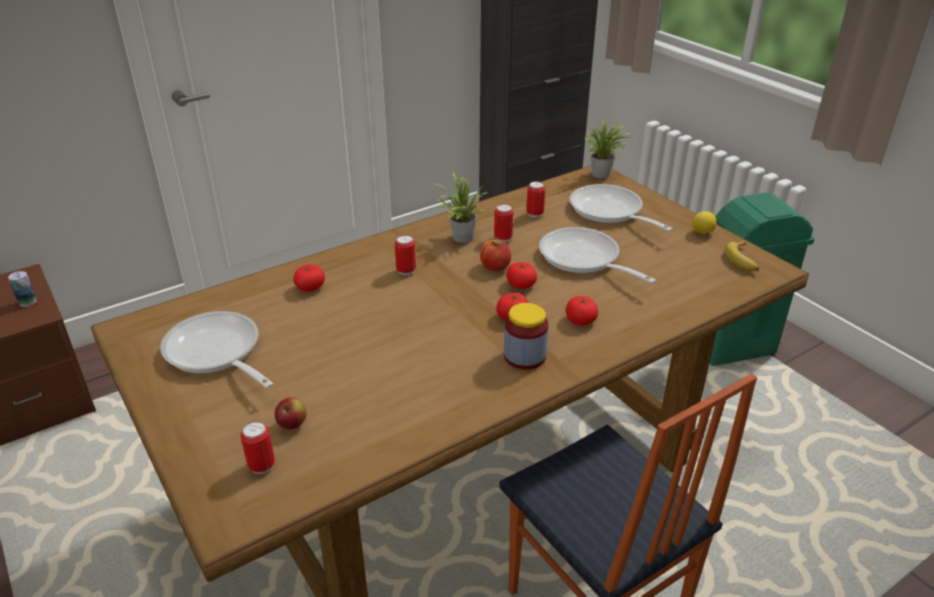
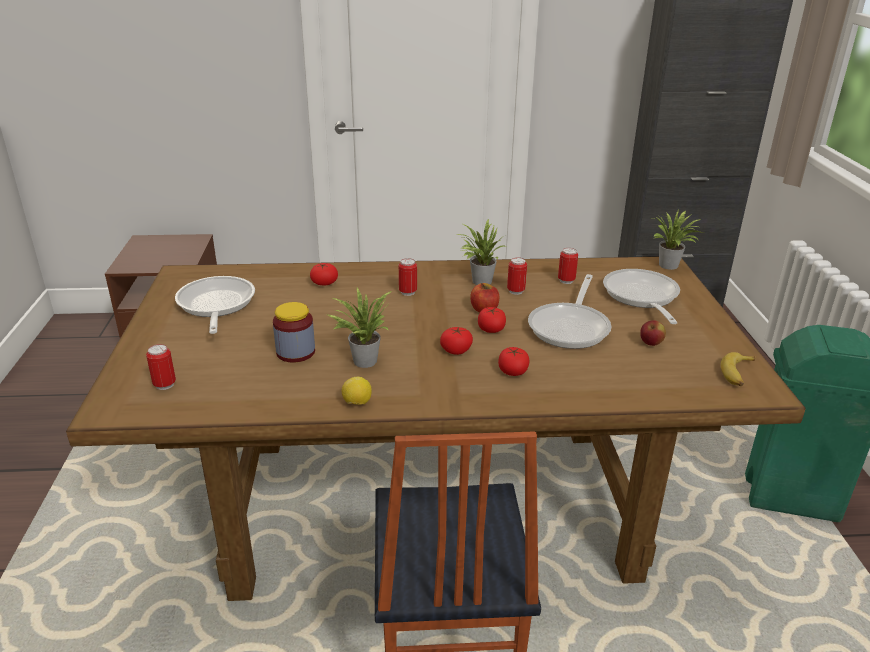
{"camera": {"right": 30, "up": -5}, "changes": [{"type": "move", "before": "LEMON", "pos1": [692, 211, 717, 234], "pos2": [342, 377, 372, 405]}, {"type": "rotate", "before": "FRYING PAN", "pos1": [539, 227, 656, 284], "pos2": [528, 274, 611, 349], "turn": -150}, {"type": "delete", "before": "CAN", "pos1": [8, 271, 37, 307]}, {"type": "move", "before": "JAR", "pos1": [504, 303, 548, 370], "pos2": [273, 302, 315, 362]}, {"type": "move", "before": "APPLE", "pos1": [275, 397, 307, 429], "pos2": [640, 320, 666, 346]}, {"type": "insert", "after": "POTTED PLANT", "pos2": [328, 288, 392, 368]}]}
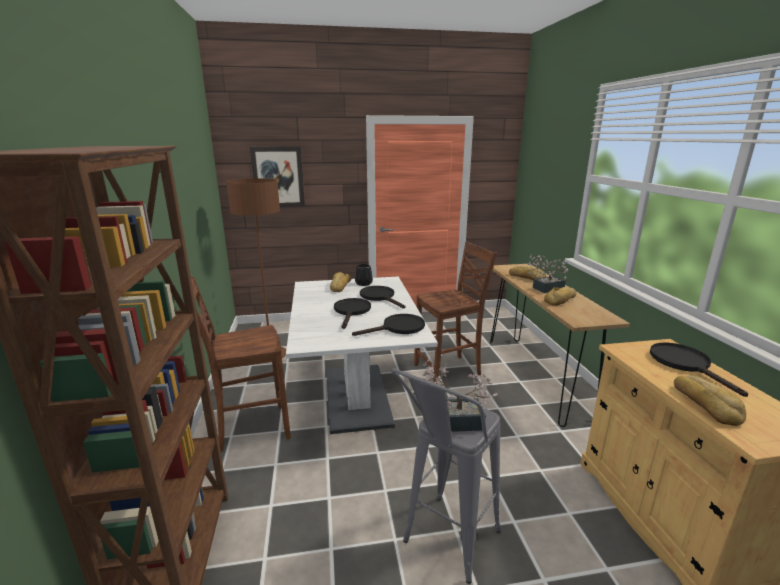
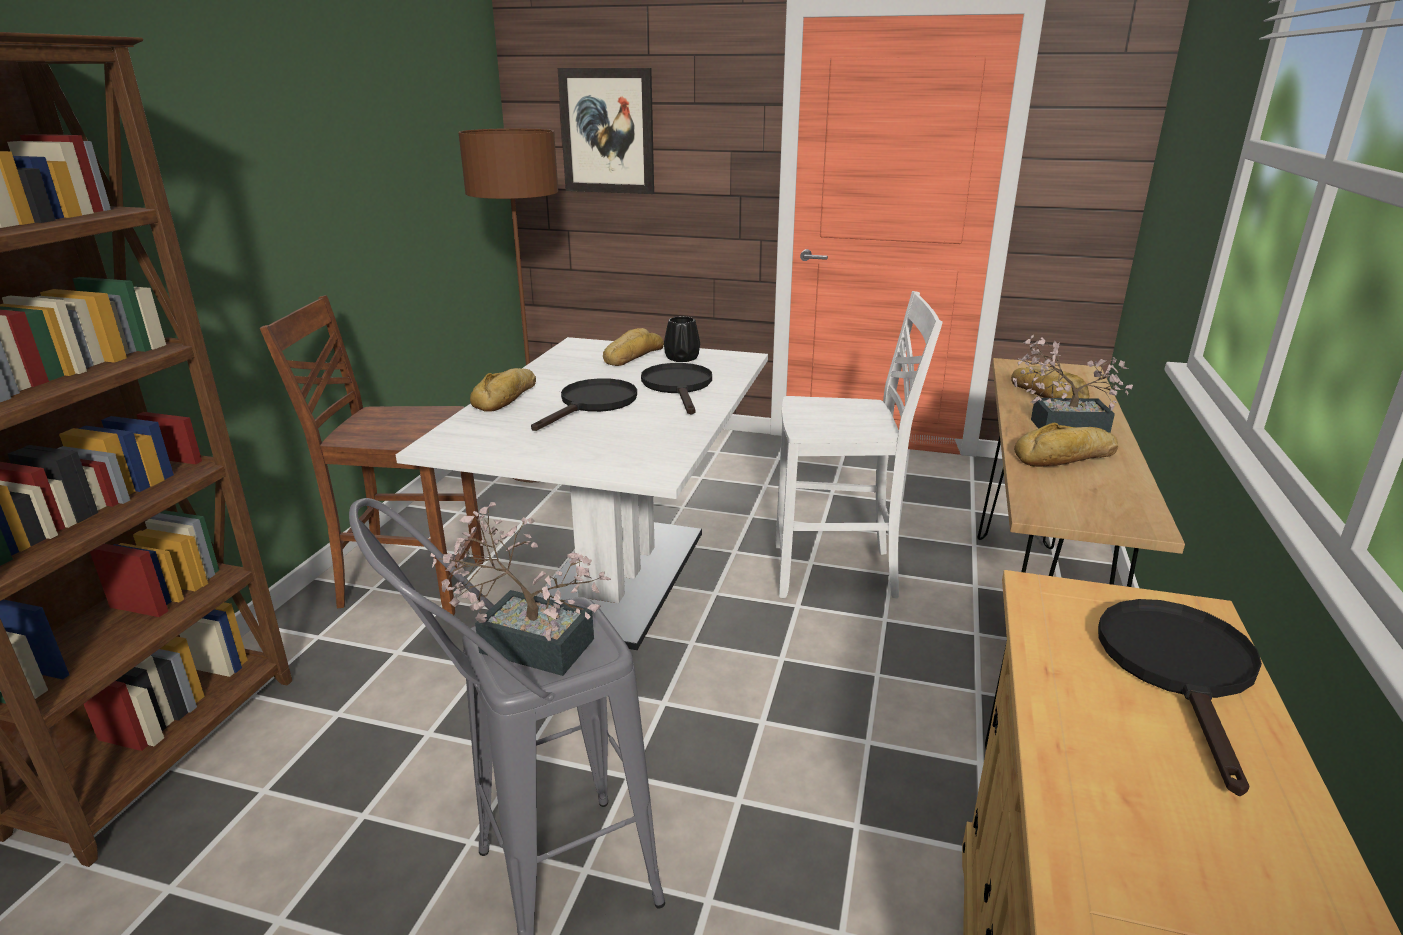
{"camera": {"right": 25, "up": 5}, "changes": [{"type": "recolor", "before": "BROWN CHAIR", "after": "WHITE CHAIR", "pos1": [414, 241, 497, 384], "pos2": [776, 291, 943, 599]}, {"type": "delete", "before": "BLACK FRYING PAN", "pos1": [352, 314, 425, 336]}, {"type": "move", "before": "BREAD", "pos1": [674, 375, 746, 426], "pos2": [470, 368, 536, 412]}]}
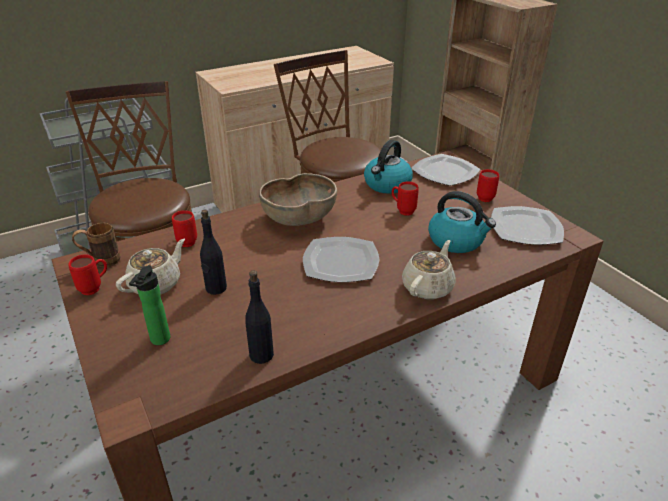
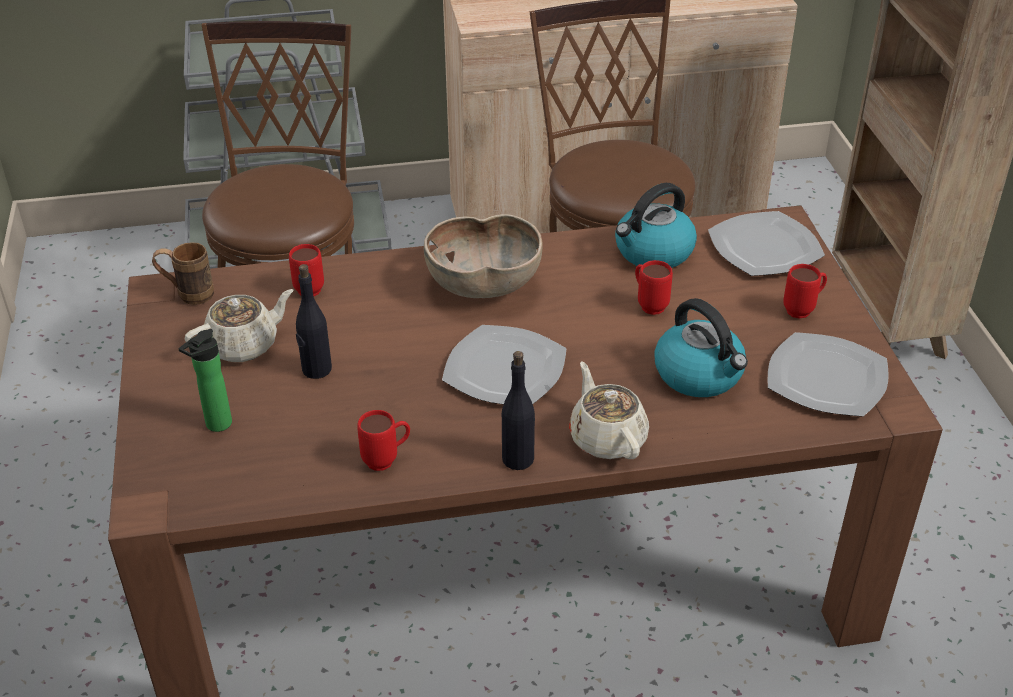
{"camera": {"right": 20, "up": 5}, "changes": [{"type": "rotate", "before": "BEIGE TEAPOT", "pos1": [402, 240, 456, 299], "pos2": [569, 361, 649, 459], "turn": -75}, {"type": "move", "before": "RED MUG", "pos1": [69, 254, 107, 295], "pos2": [357, 410, 410, 471]}, {"type": "move", "before": "BLACK BOTTLE", "pos1": [245, 270, 274, 364], "pos2": [502, 351, 535, 470]}]}
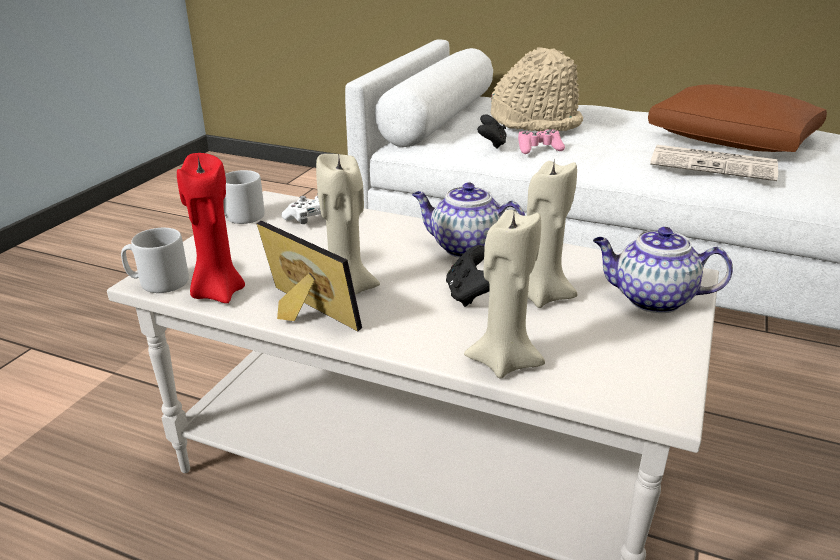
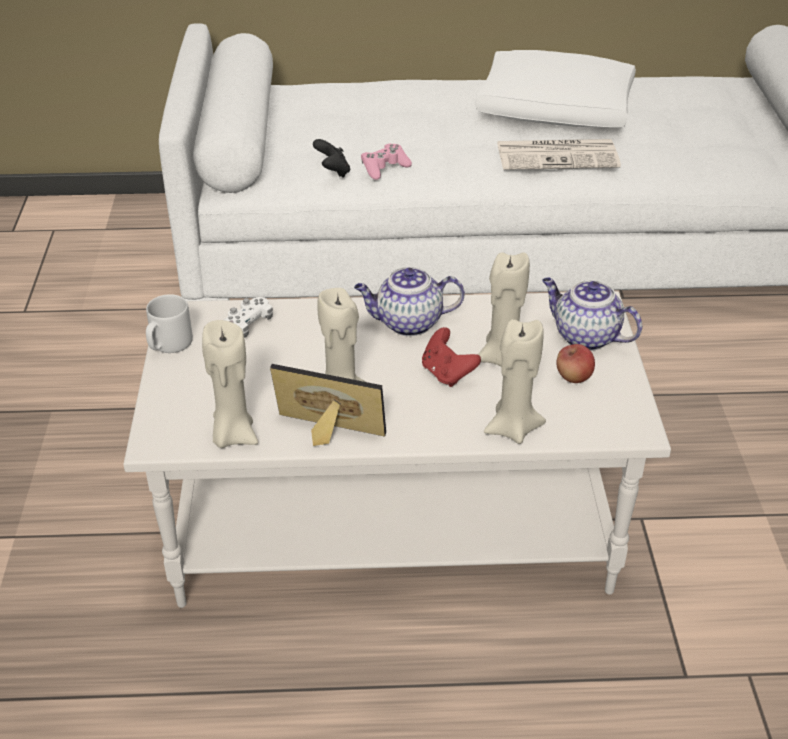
{"camera": {"right": -25, "up": 10}, "changes": [{"type": "delete", "before": "BEIGE HAT", "pos1": [490, 47, 583, 131]}, {"type": "recolor", "before": "BROWN PILLOW", "after": "WHITE PILLOW", "pos1": [648, 84, 827, 152], "pos2": [476, 50, 636, 127]}, {"type": "recolor", "before": "RED CANDLE", "after": "BEIGE CANDLE", "pos1": [177, 153, 245, 303], "pos2": [202, 320, 258, 448]}, {"type": "rotate", "before": "TEAPOT", "pos1": [593, 227, 733, 313], "pos2": [542, 277, 642, 351], "turn": 45}, {"type": "delete", "before": "GREY MUG", "pos1": [121, 228, 189, 293]}, {"type": "recolor", "before": "BLACK GAME CONTROLLER", "after": "RED GAME CONTROLLER", "pos1": [446, 245, 490, 307], "pos2": [422, 327, 481, 387]}, {"type": "insert", "after": "APPLE", "pos2": [556, 344, 595, 383]}]}
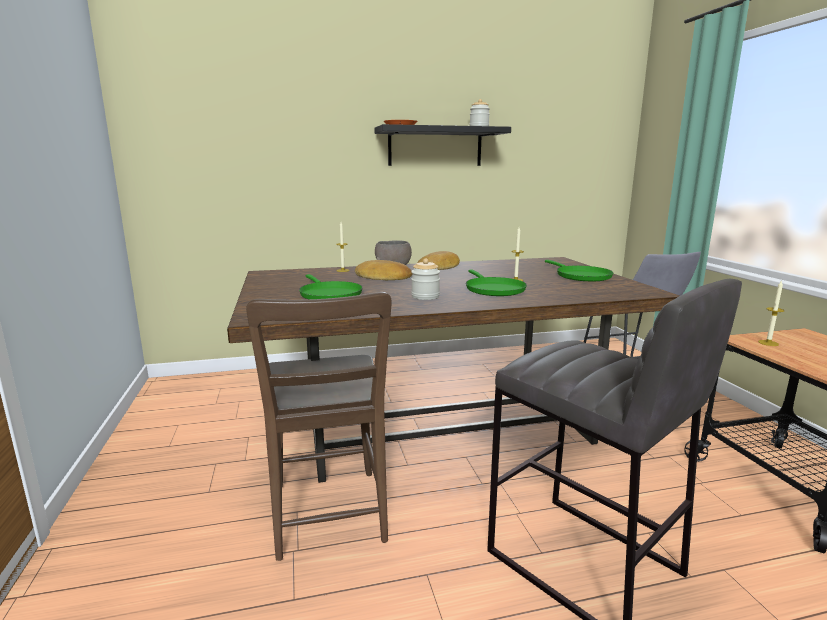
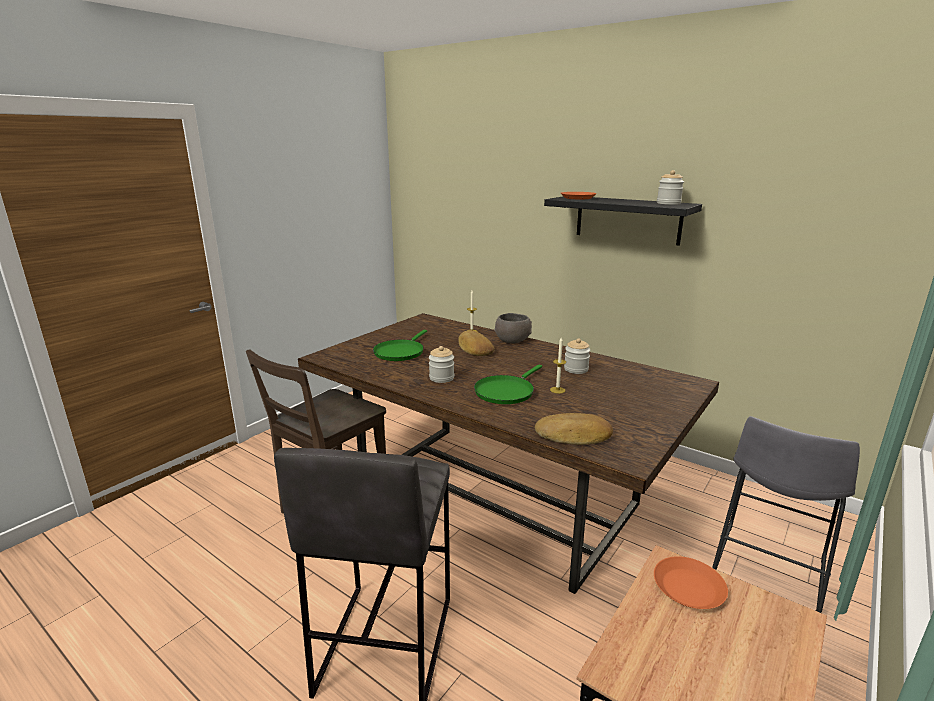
{"camera": {"right": 50, "up": 5}, "changes": [{"type": "move", "before": "BREAD", "pos1": [417, 251, 460, 270], "pos2": [535, 413, 613, 445]}, {"type": "delete", "before": "GREEN FRYING PAN", "pos1": [545, 260, 613, 281]}, {"type": "replace", "before": "CANDLE", "after": "ORANGE PLATE", "pos1": [758, 280, 784, 346], "pos2": [654, 556, 728, 609]}, {"type": "insert", "after": "JAR", "pos2": [564, 338, 590, 374]}]}
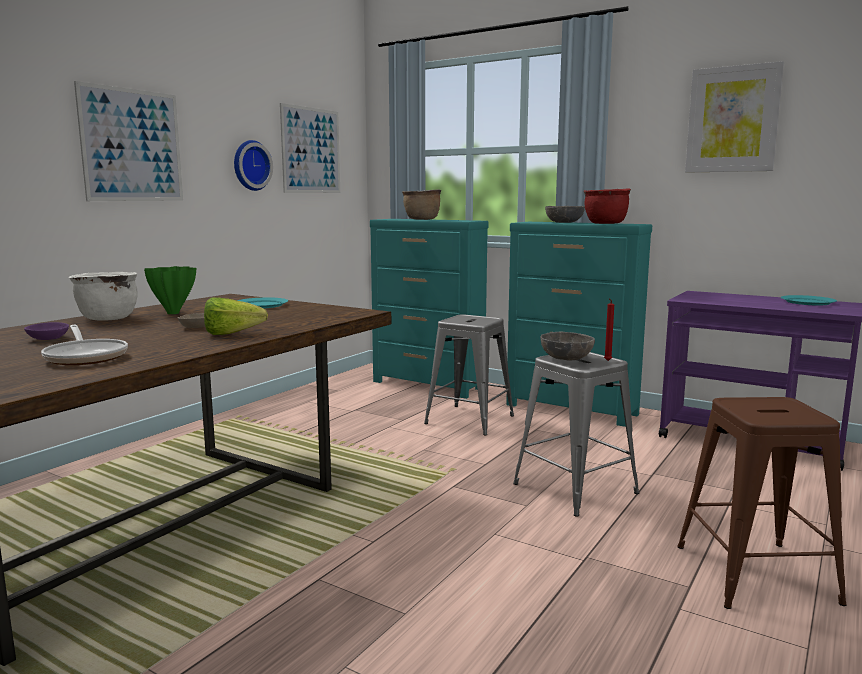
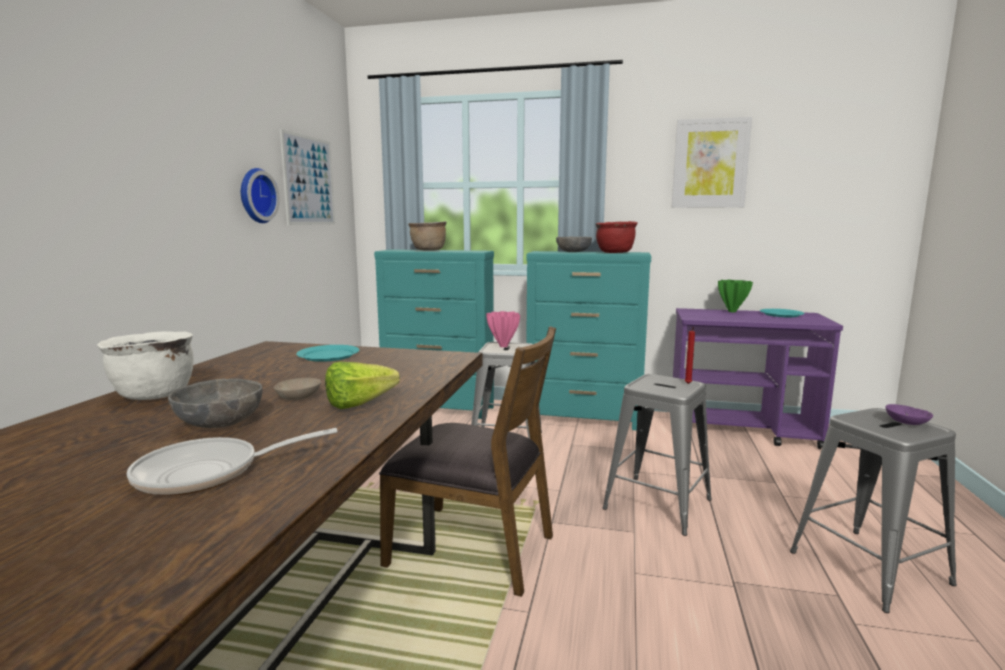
{"camera": {"right": -20, "up": 0}, "changes": [{"type": "delete", "before": "PICTURE", "pos1": [74, 81, 183, 201]}, {"type": "move", "before": "GREEN VASE", "pos1": [144, 266, 196, 314], "pos2": [718, 280, 753, 312]}, {"type": "move", "before": "PURPLE BOWL", "pos1": [24, 322, 69, 340], "pos2": [885, 404, 933, 425]}, {"type": "rotate", "before": "FRYING PAN", "pos1": [41, 325, 128, 365], "pos2": [127, 428, 338, 496], "turn": 120}, {"type": "move", "before": "GREY BOWL", "pos1": [540, 332, 595, 361], "pos2": [168, 379, 263, 428]}, {"type": "recolor", "before": "BROWN STOOL", "after": "GREY STOOL", "pos1": [677, 397, 847, 609], "pos2": [790, 408, 957, 613]}, {"type": "insert", "after": "PINK VASE", "pos2": [486, 311, 520, 347]}, {"type": "insert", "after": "BROWN CHAIR", "pos2": [379, 326, 556, 597]}]}
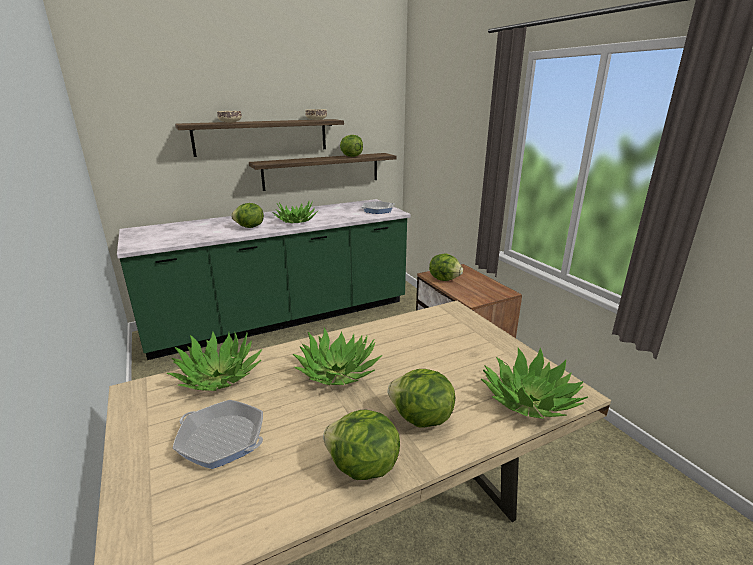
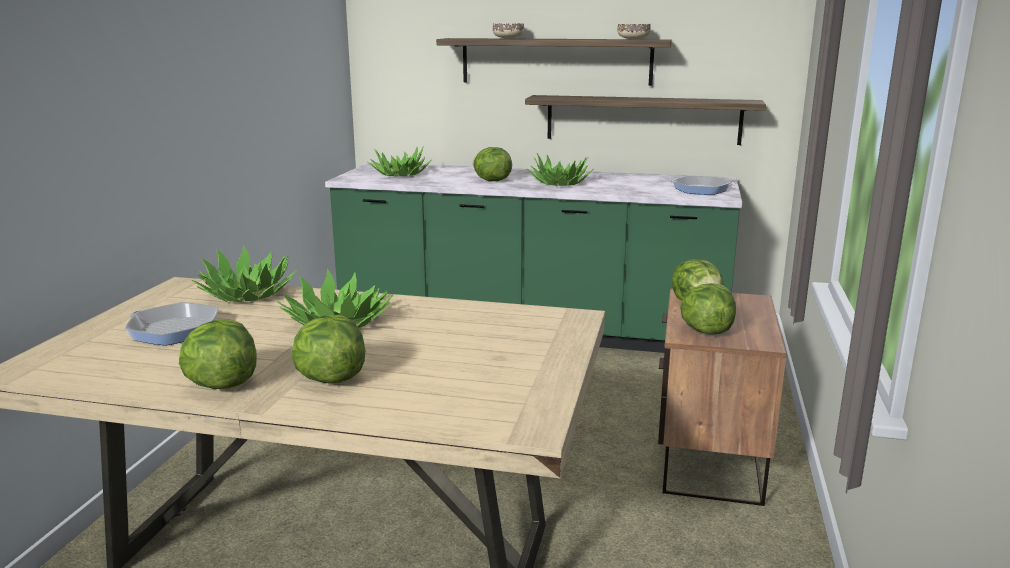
{"camera": {"right": 40, "up": -5}, "changes": [{"type": "move", "before": "LETTUCE", "pos1": [340, 135, 363, 157], "pos2": [680, 283, 736, 335]}, {"type": "move", "before": "POTTED PLANT", "pos1": [481, 348, 588, 419], "pos2": [368, 146, 432, 177]}, {"type": "rotate", "before": "FRYING PAN", "pos1": [173, 400, 263, 469], "pos2": [125, 302, 218, 346], "turn": 135}]}
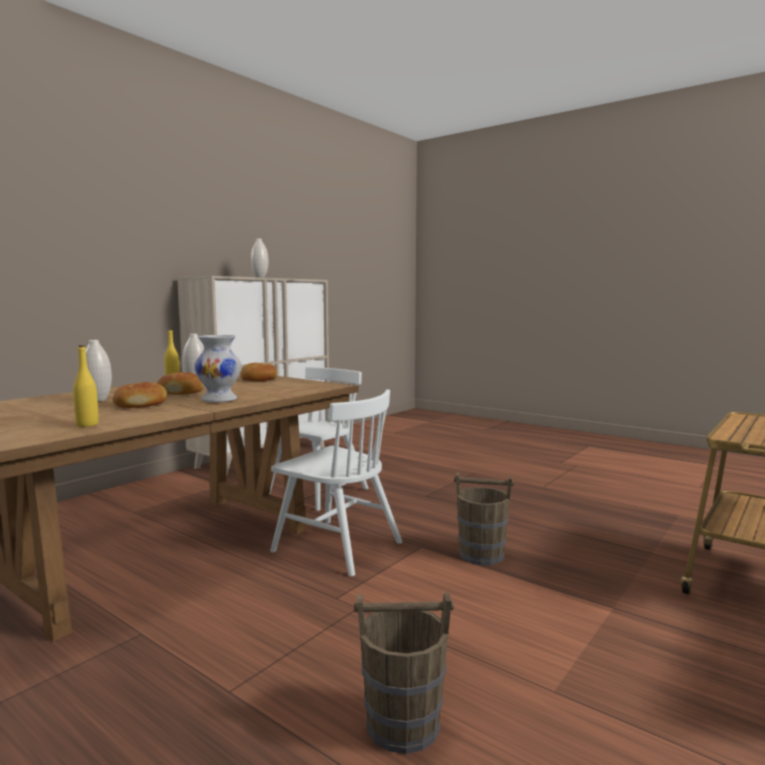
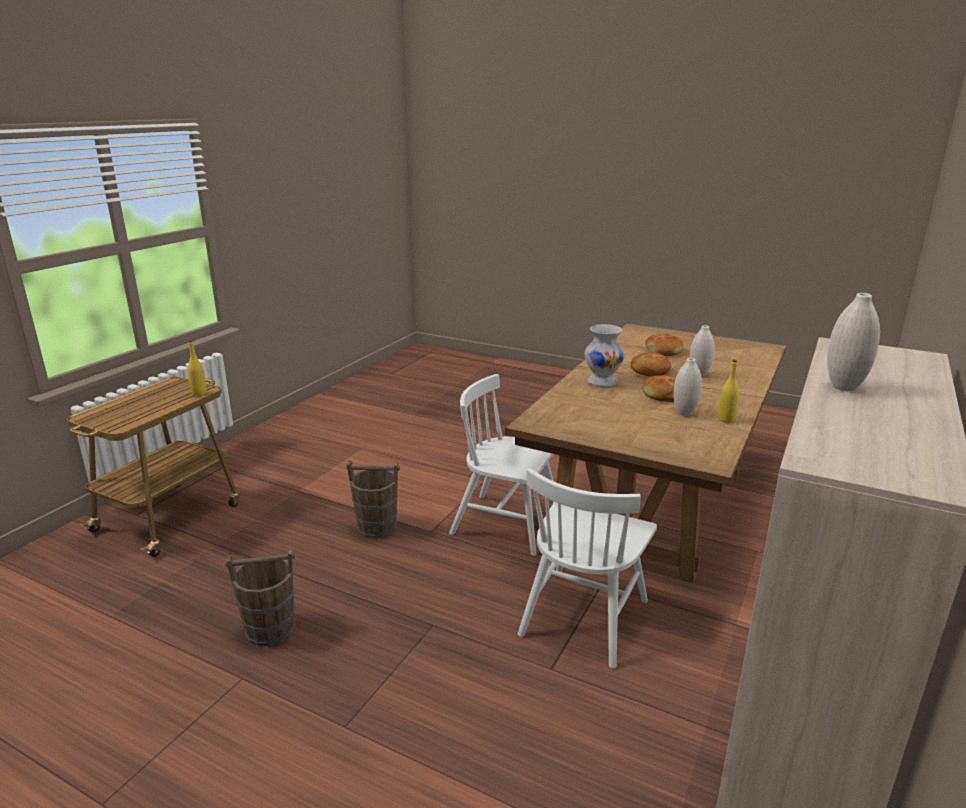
{"camera": {"right": 170, "up": 15}, "changes": [{"type": "move", "before": "YELLOW BOTTLE", "pos1": [73, 345, 99, 427], "pos2": [188, 340, 206, 396]}, {"type": "move", "before": "BREAD", "pos1": [241, 363, 277, 381], "pos2": [645, 334, 684, 356]}, {"type": "move", "before": "BROWN BUCKET", "pos1": [354, 592, 454, 754], "pos2": [225, 547, 295, 646]}]}
